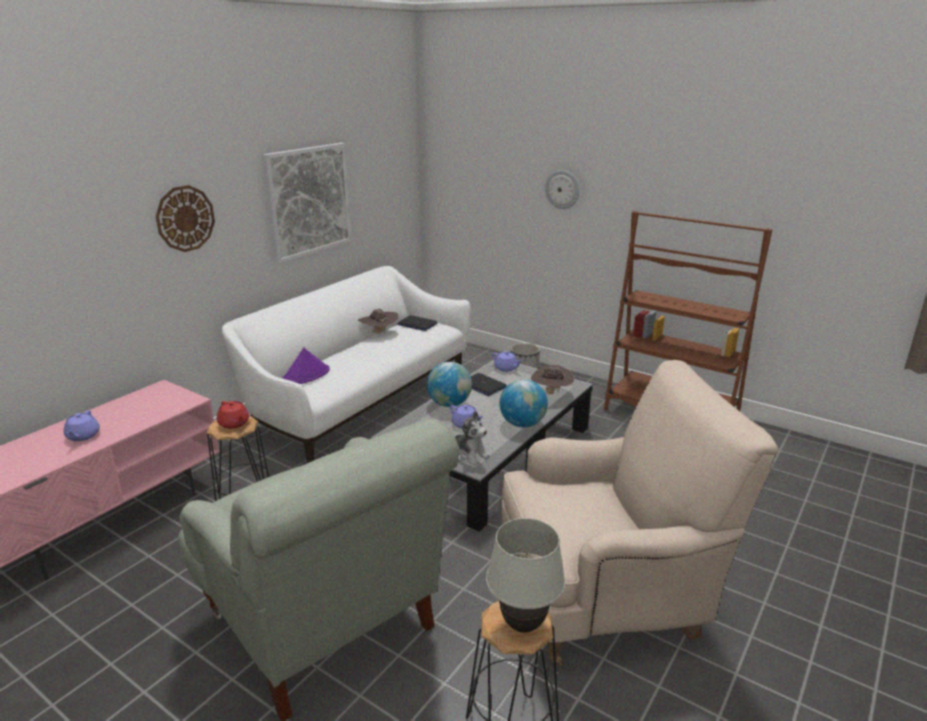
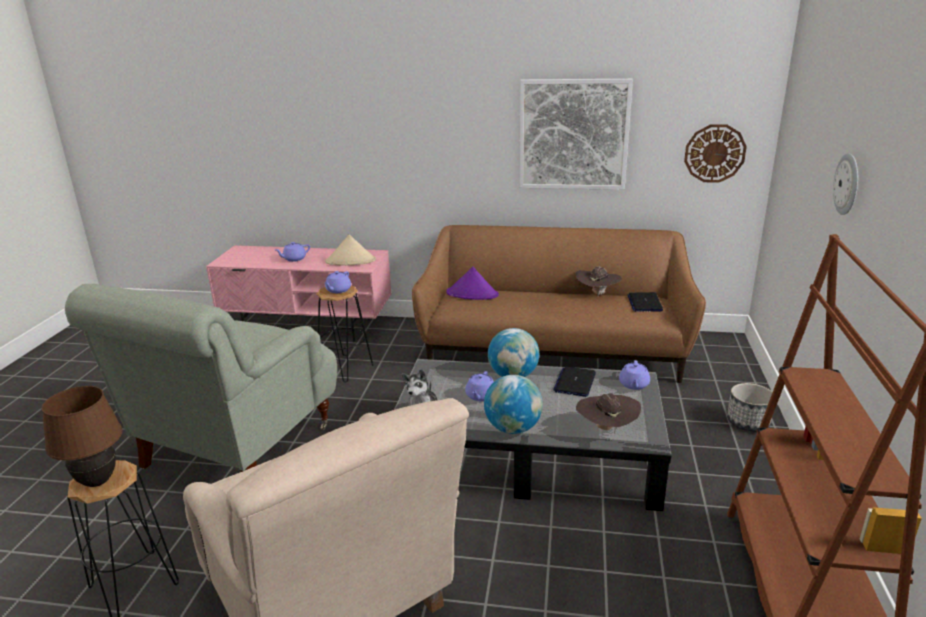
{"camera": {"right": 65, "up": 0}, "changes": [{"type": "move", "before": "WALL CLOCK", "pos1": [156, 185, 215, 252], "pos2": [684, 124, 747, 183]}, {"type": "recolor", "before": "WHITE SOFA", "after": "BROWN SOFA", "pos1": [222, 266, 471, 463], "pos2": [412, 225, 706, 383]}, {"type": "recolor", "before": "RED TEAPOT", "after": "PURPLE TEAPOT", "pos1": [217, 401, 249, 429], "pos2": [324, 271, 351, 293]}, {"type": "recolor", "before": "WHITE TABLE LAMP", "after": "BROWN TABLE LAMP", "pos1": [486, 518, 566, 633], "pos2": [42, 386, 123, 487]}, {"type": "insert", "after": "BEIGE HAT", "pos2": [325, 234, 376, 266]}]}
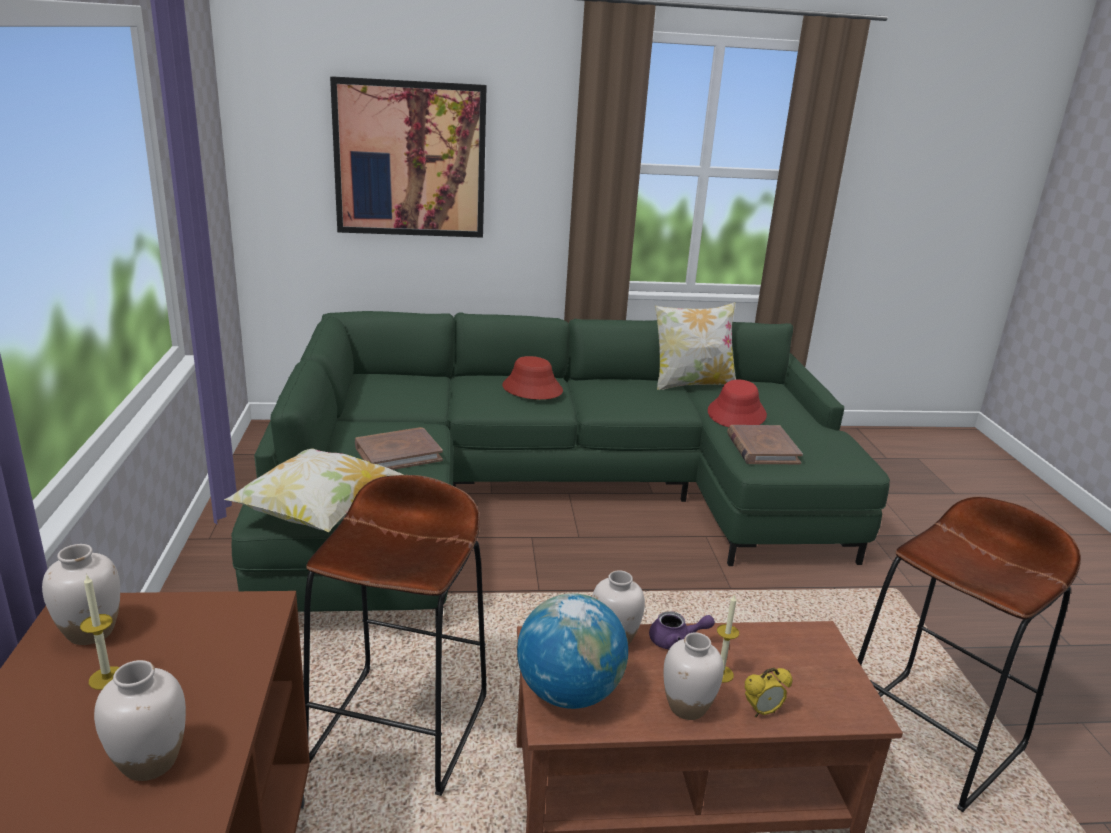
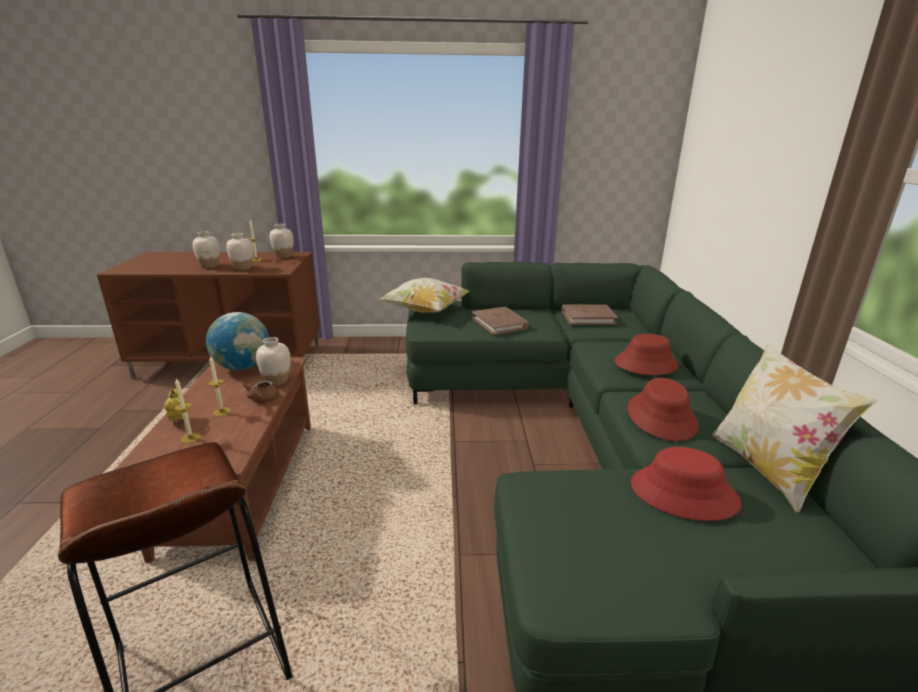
{"camera": {"right": 95, "up": 0}, "changes": [{"type": "delete", "before": "PICTURE", "pos1": [330, 76, 487, 238]}, {"type": "move", "before": "BROWN BOOK", "pos1": [727, 425, 803, 464], "pos2": [562, 304, 618, 325]}, {"type": "delete", "before": "BROWN STOOL", "pos1": [303, 475, 487, 796]}, {"type": "recolor", "before": "PURPLE TEAPOT", "after": "BROWN TEAPOT", "pos1": [649, 611, 715, 649], "pos2": [243, 380, 279, 403]}, {"type": "move", "before": "WHITE VASE", "pos1": [663, 632, 724, 720], "pos2": [226, 233, 253, 271]}, {"type": "insert", "after": "CANDLE", "pos2": [174, 378, 201, 443]}, {"type": "insert", "after": "RED HAT", "pos2": [628, 378, 699, 441]}]}
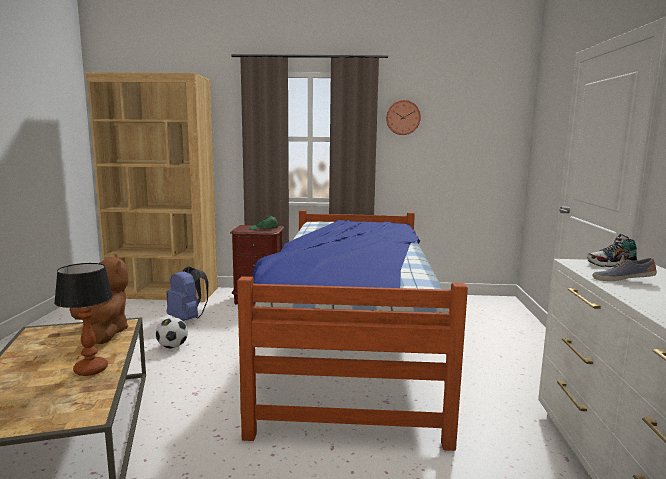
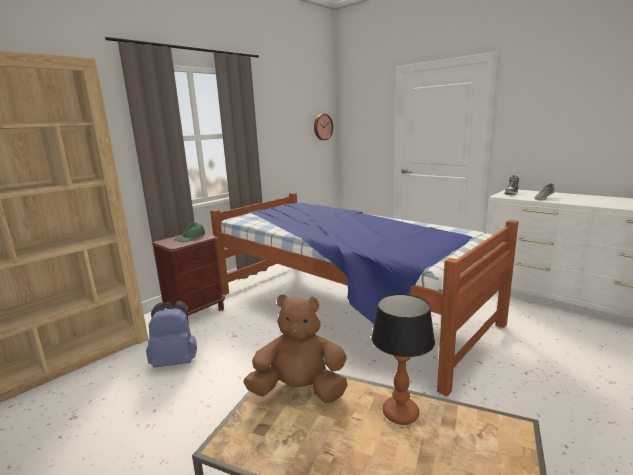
{"camera": {"right": -50, "up": 5}, "changes": [{"type": "move", "before": "WALL CLOCK", "pos1": [386, 100, 421, 135], "pos2": [314, 114, 333, 140]}, {"type": "delete", "before": "FOOTBALL", "pos1": [156, 317, 188, 349]}]}
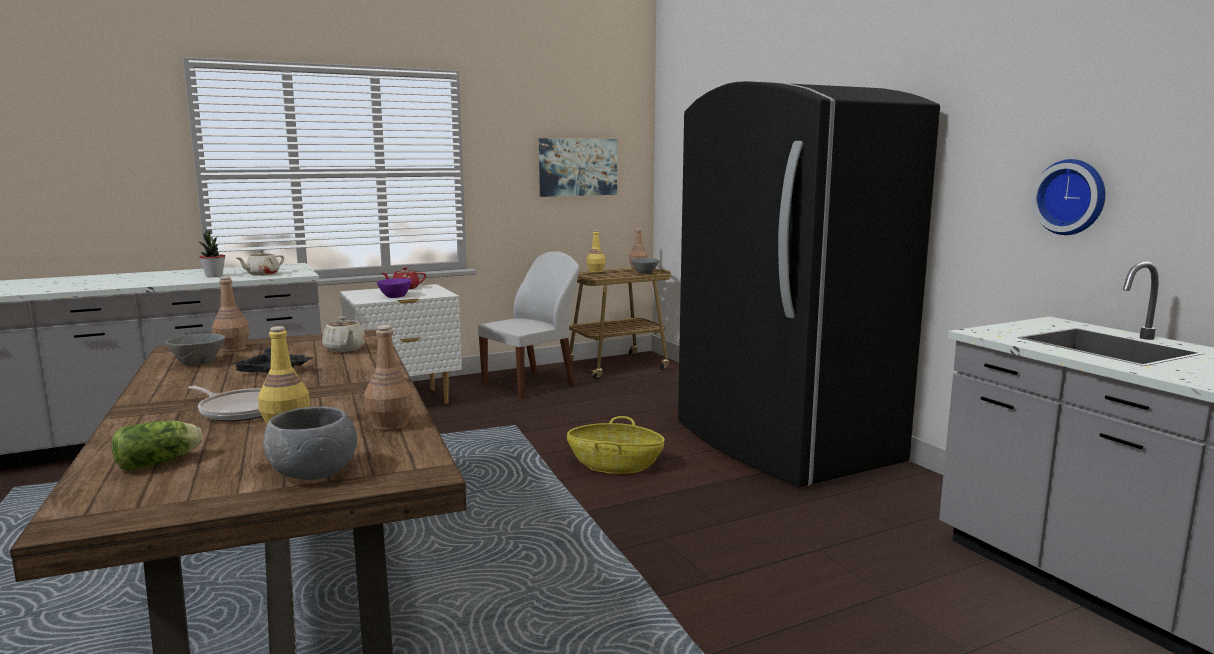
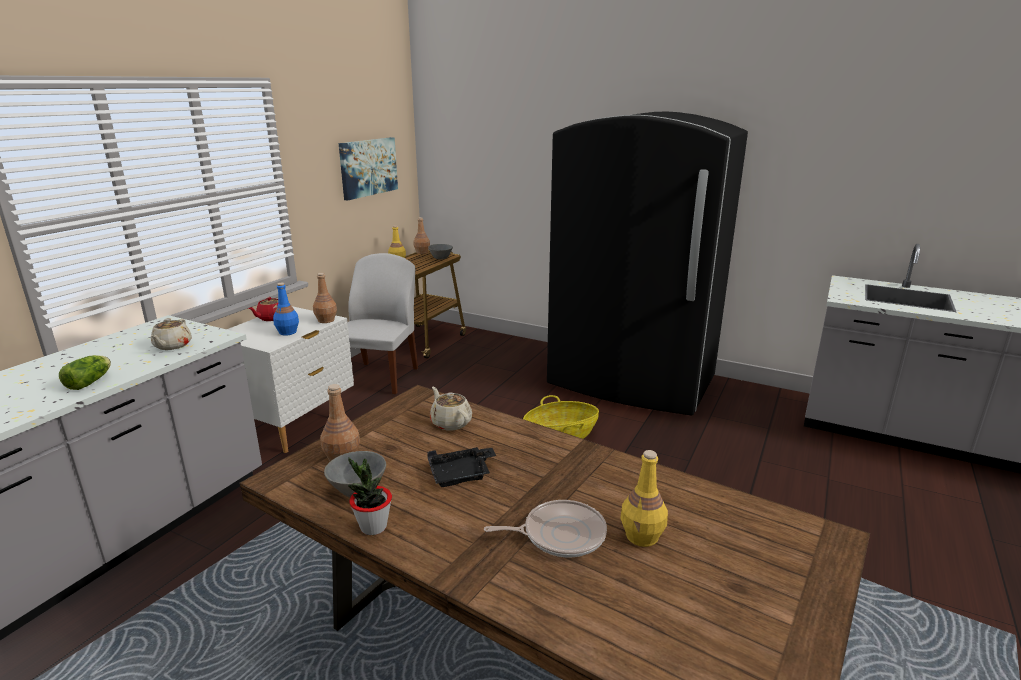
{"camera": {"right": -35, "up": 10}, "changes": [{"type": "delete", "before": "WALL CLOCK", "pos1": [1031, 159, 1105, 235]}, {"type": "move", "before": "POTTED PLANT", "pos1": [199, 230, 225, 277], "pos2": [348, 457, 392, 535]}, {"type": "replace", "before": "PURPLE BOWL", "after": "BLUE BOTTLE", "pos1": [377, 278, 412, 298], "pos2": [273, 283, 299, 336]}, {"type": "rotate", "before": "BEIGE TEAPOT", "pos1": [322, 316, 366, 352], "pos2": [430, 387, 472, 430], "turn": -150}, {"type": "move", "before": "BROWN BOTTLE", "pos1": [364, 325, 413, 431], "pos2": [313, 273, 337, 323]}, {"type": "delete", "before": "GREY BOWL", "pos1": [263, 406, 357, 480]}, {"type": "move", "before": "LETTUCE", "pos1": [111, 420, 203, 471], "pos2": [59, 355, 111, 390]}]}
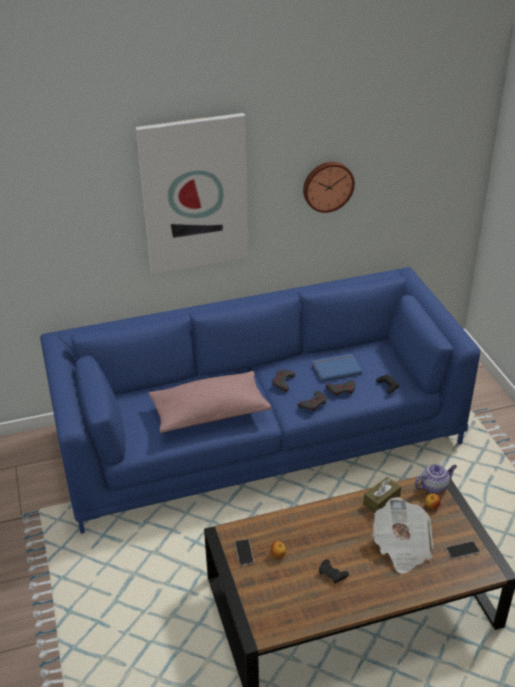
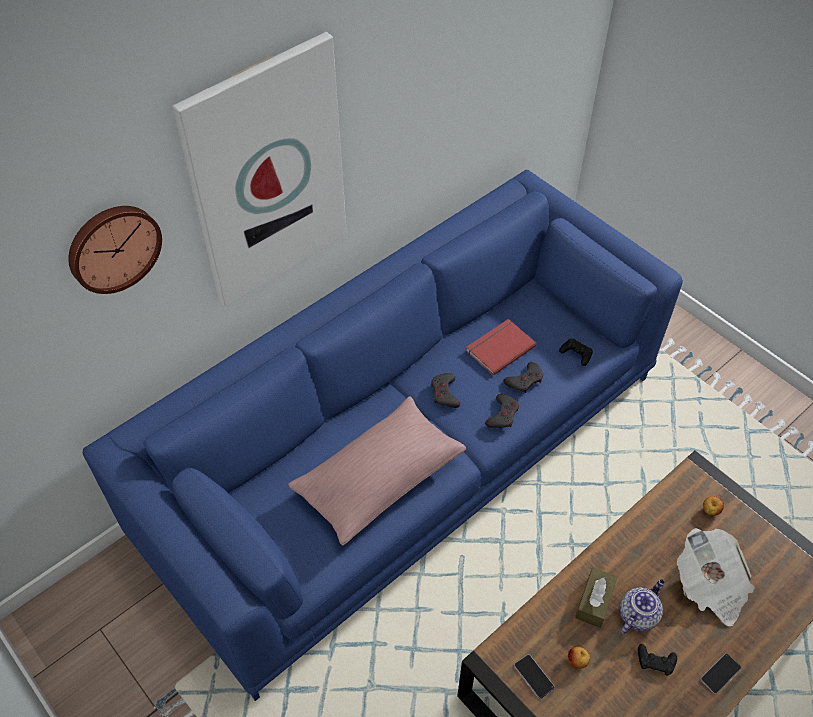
{"camera": {"right": -25, "up": 15}, "changes": [{"type": "move", "before": "WALL CLOCK", "pos1": [303, 162, 355, 213], "pos2": [68, 206, 162, 294]}, {"type": "recolor", "before": "BLUE BOOK", "after": "RED BOOK", "pos1": [312, 353, 362, 382], "pos2": [466, 319, 536, 376]}, {"type": "move", "before": "TEAPOT", "pos1": [414, 464, 457, 494], "pos2": [620, 579, 665, 634]}, {"type": "move", "before": "BROWN TISSUE BOX", "pos1": [363, 477, 401, 513], "pos2": [575, 567, 617, 628]}, {"type": "move", "before": "PHONE", "pos1": [446, 541, 479, 559], "pos2": [700, 653, 742, 694]}]}
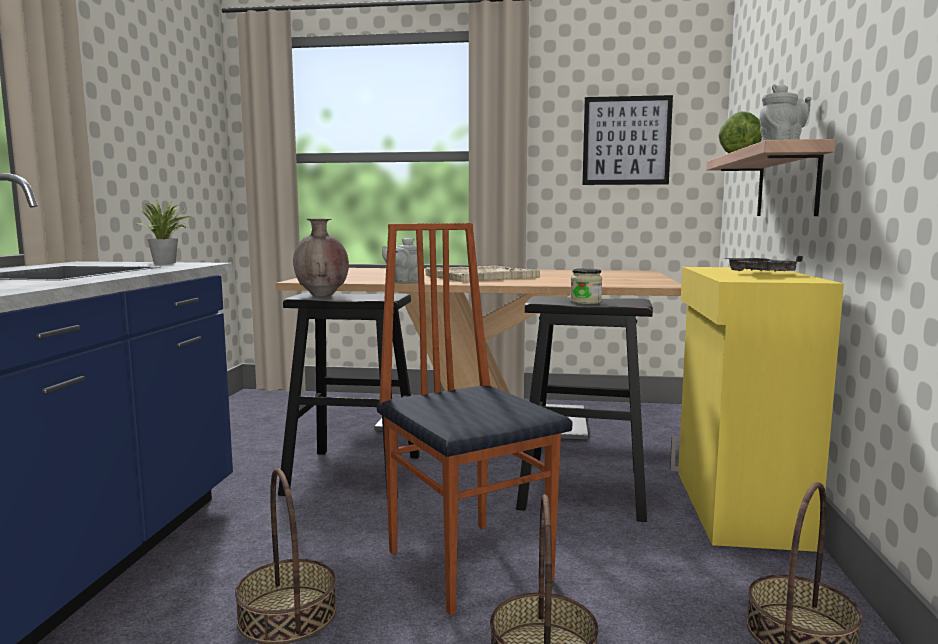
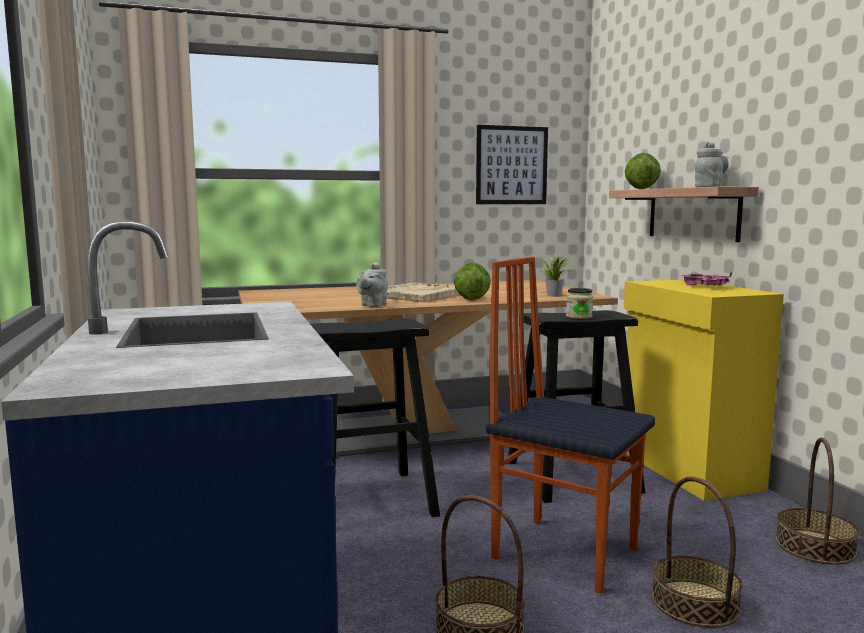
{"camera": {"right": -25, "up": 0}, "changes": [{"type": "move", "before": "POTTED PLANT", "pos1": [137, 199, 192, 264], "pos2": [541, 254, 575, 297]}, {"type": "delete", "before": "BROWN VASE", "pos1": [293, 218, 349, 297]}, {"type": "recolor", "before": "GREY TRAY", "after": "PINK TRAY", "pos1": [724, 256, 803, 271], "pos2": [683, 272, 732, 286]}, {"type": "insert", "after": "LETTUCE", "pos2": [454, 262, 491, 300]}]}
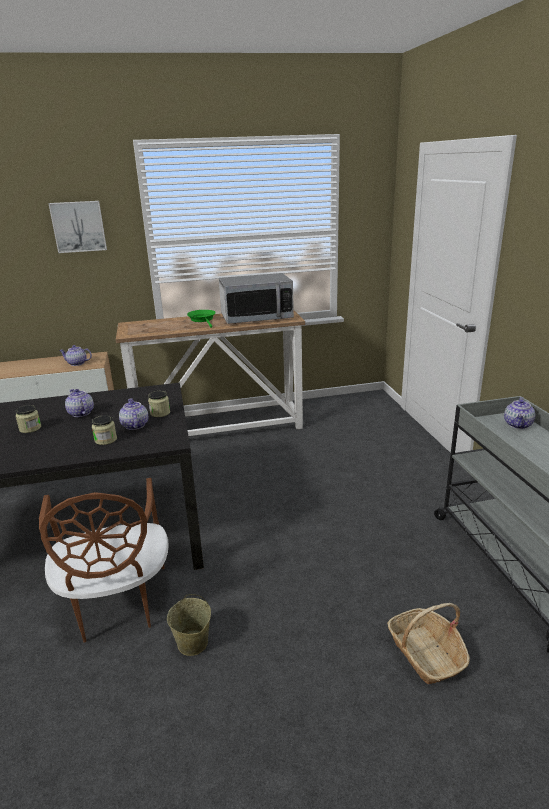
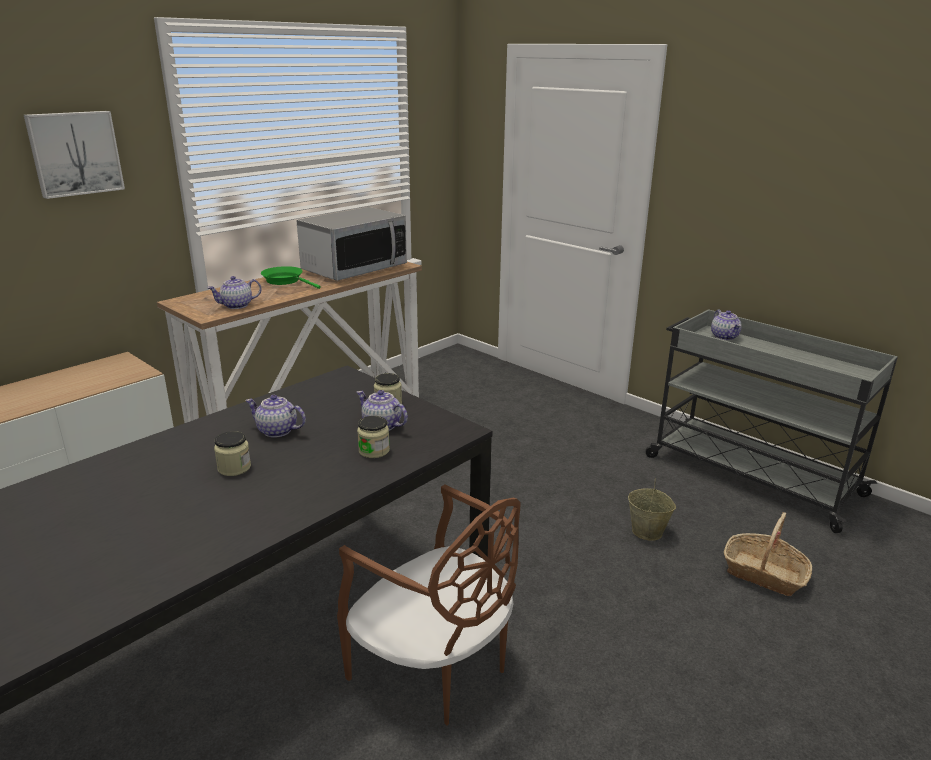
{"camera": {"right": -35, "up": 0}, "changes": [{"type": "move", "before": "TEAPOT", "pos1": [59, 345, 92, 366], "pos2": [207, 276, 261, 309]}, {"type": "move", "before": "BEIGE BUCKET", "pos1": [167, 594, 211, 656], "pos2": [628, 478, 676, 541]}]}
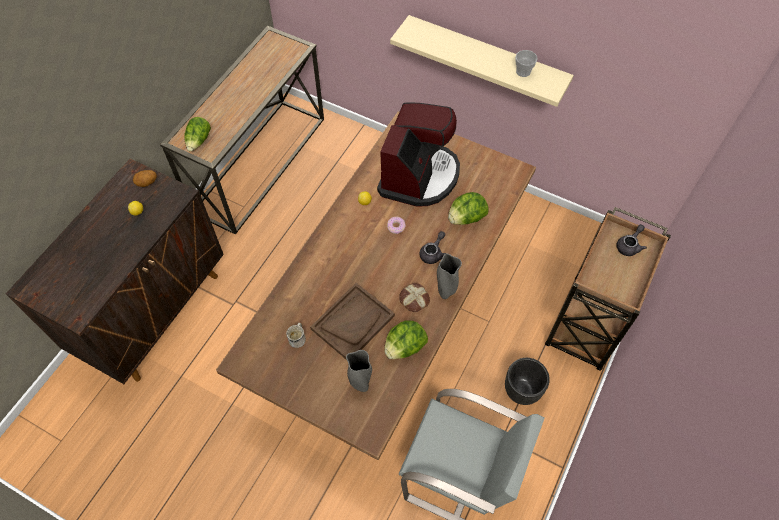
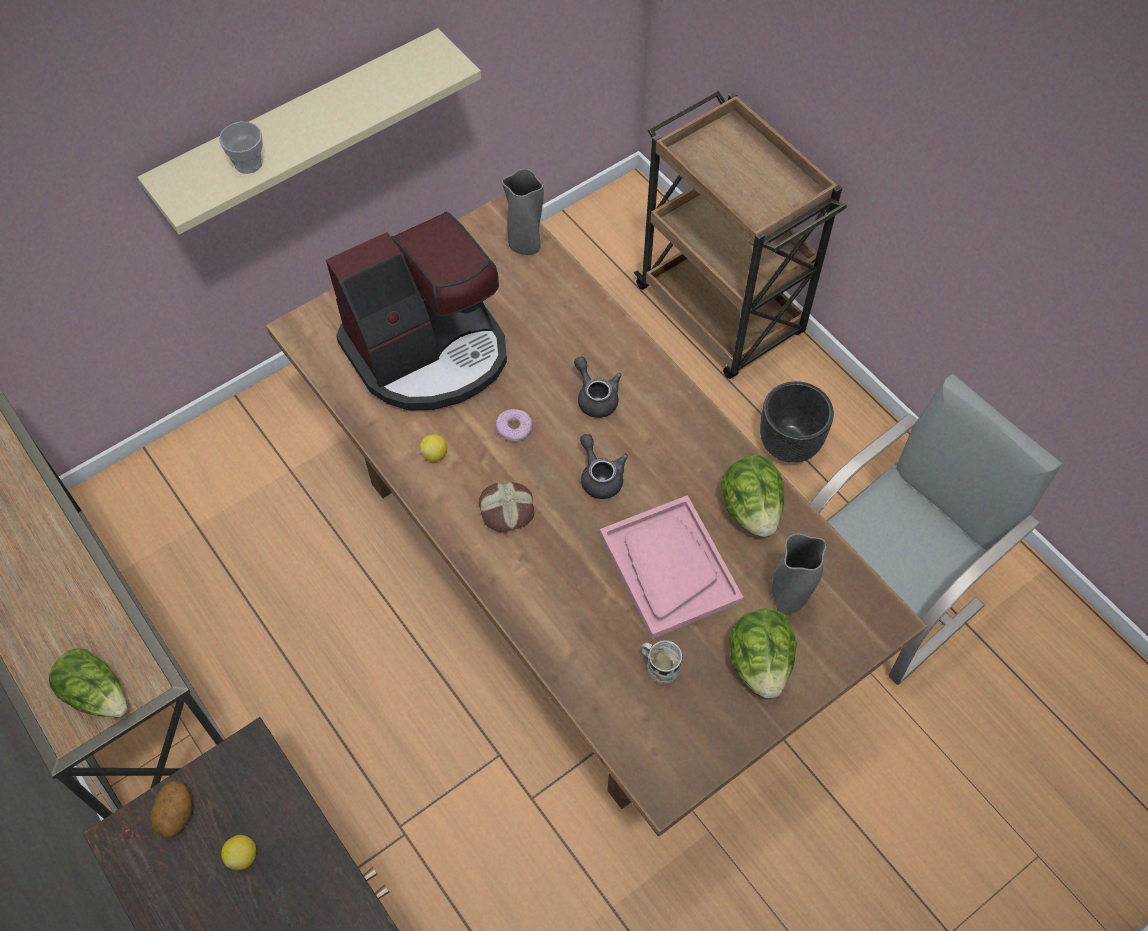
{"camera": {"right": -65, "up": 0}, "changes": [{"type": "move", "before": "CUP", "pos1": [516, 50, 538, 77], "pos2": [219, 122, 263, 174]}, {"type": "rotate", "before": "COFFEE MACHINE", "pos1": [377, 103, 460, 207], "pos2": [326, 212, 507, 411], "turn": 105}, {"type": "move", "before": "LETTUCE", "pos1": [448, 192, 489, 225], "pos2": [729, 609, 797, 698]}, {"type": "move", "before": "GREY TEAPOT", "pos1": [617, 224, 647, 256], "pos2": [580, 434, 628, 499]}, {"type": "move", "before": "GREY VASE", "pos1": [437, 254, 462, 299], "pos2": [502, 169, 544, 255]}, {"type": "recolor", "before": "BROWN TRAY", "after": "PINK TRAY", "pos1": [310, 283, 395, 359], "pos2": [600, 495, 744, 639]}, {"type": "move", "before": "BREAD", "pos1": [399, 283, 430, 312], "pos2": [479, 482, 535, 532]}]}
